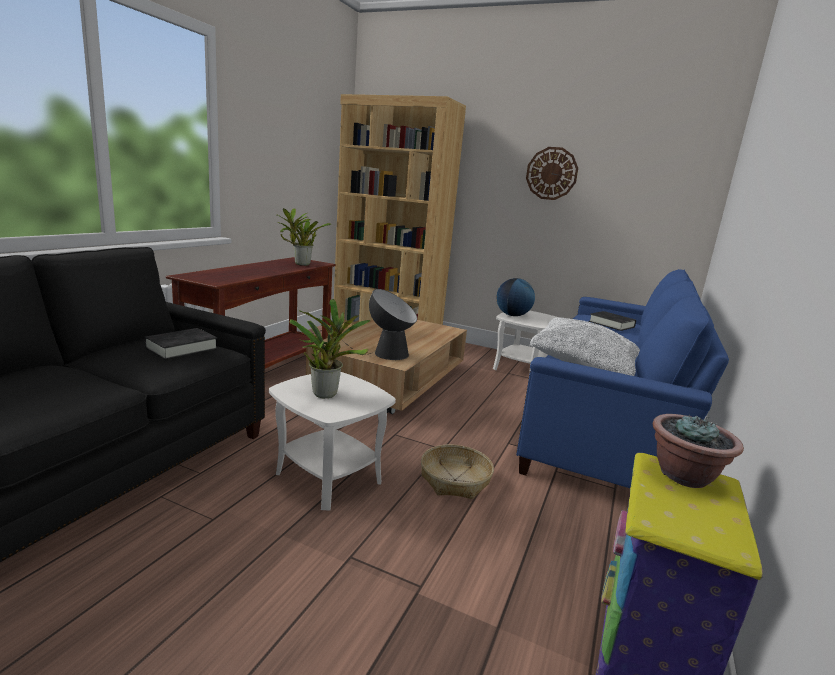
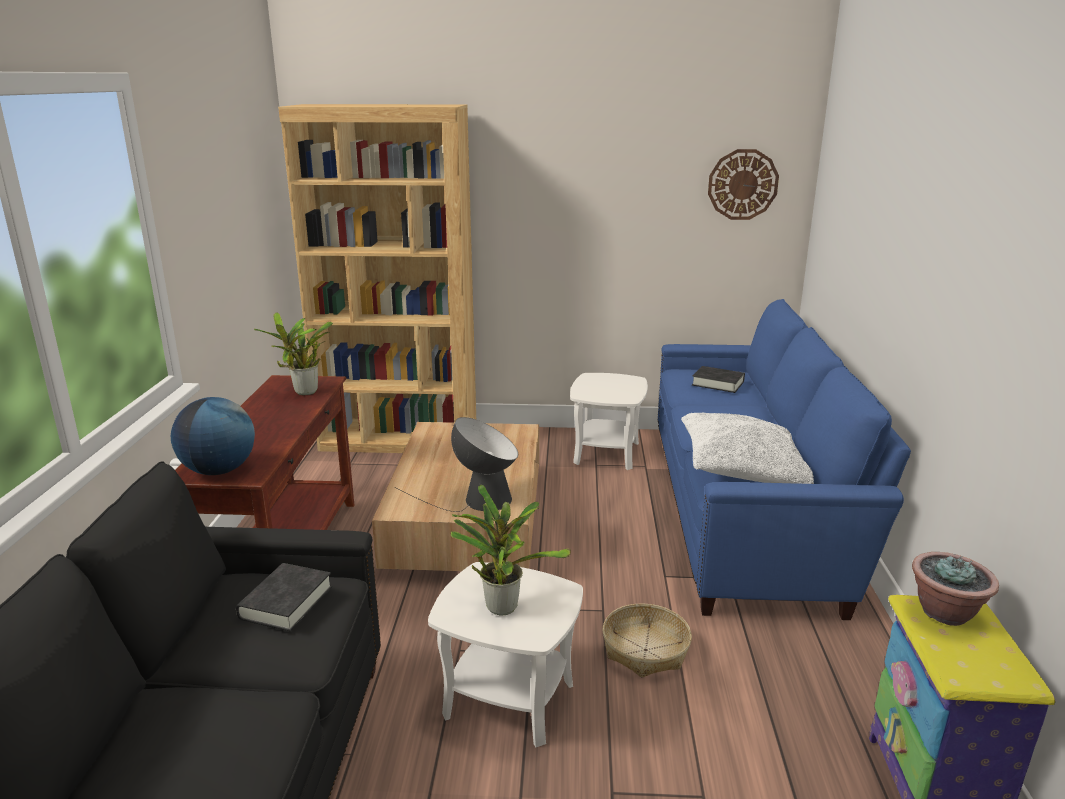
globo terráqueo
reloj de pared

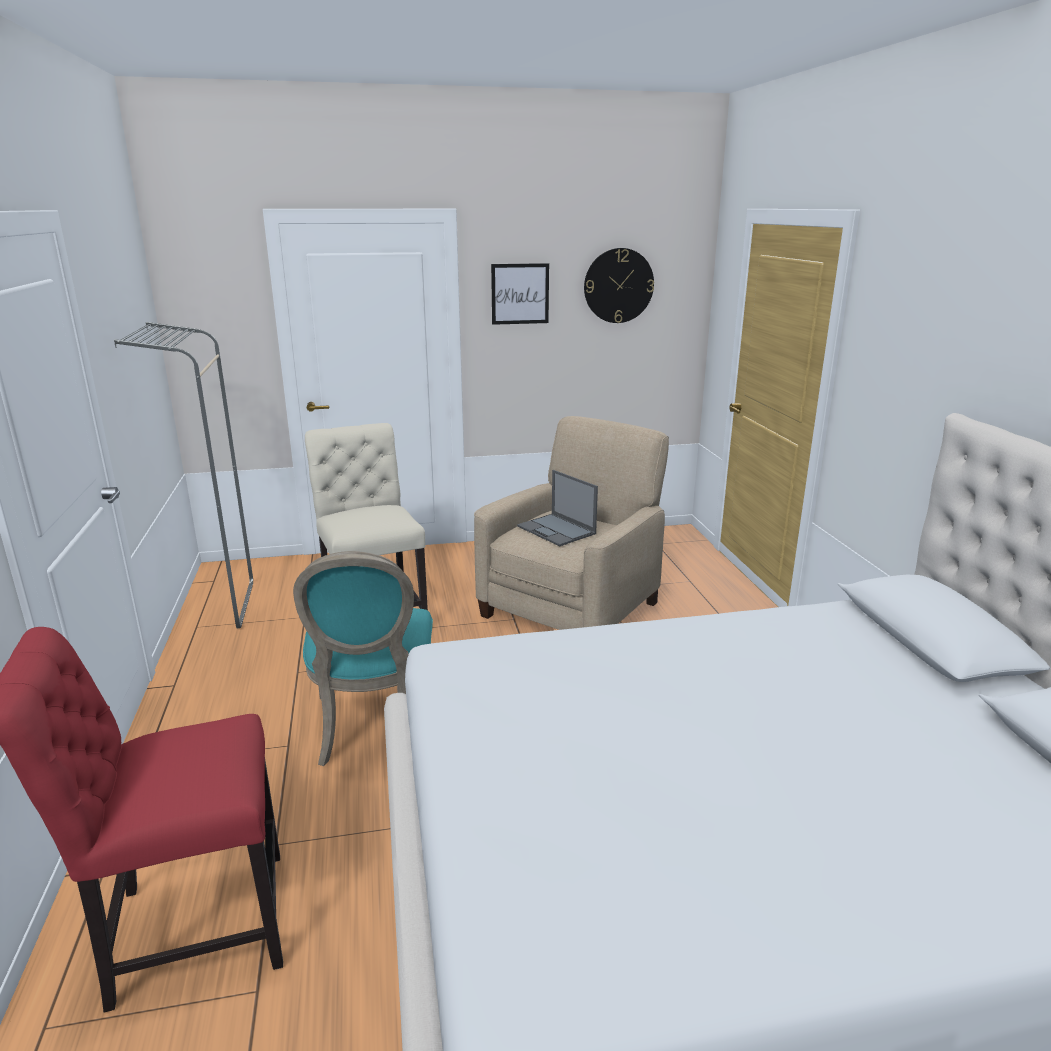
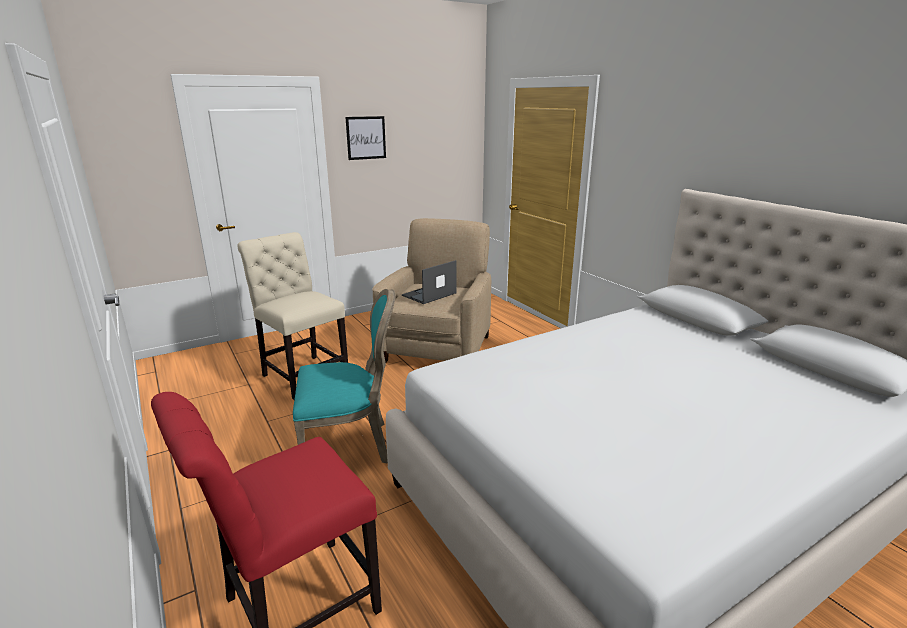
perchero [gris]
reloj de pared
silla [turquesa]
portátil

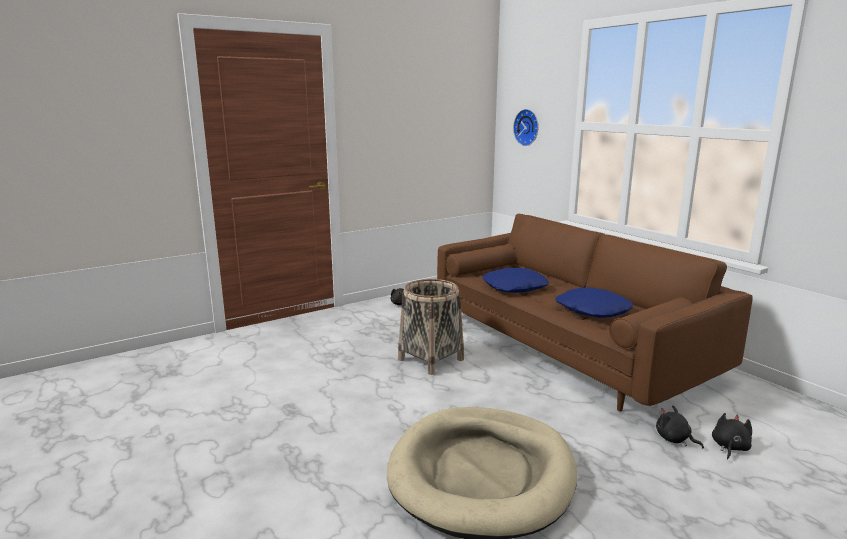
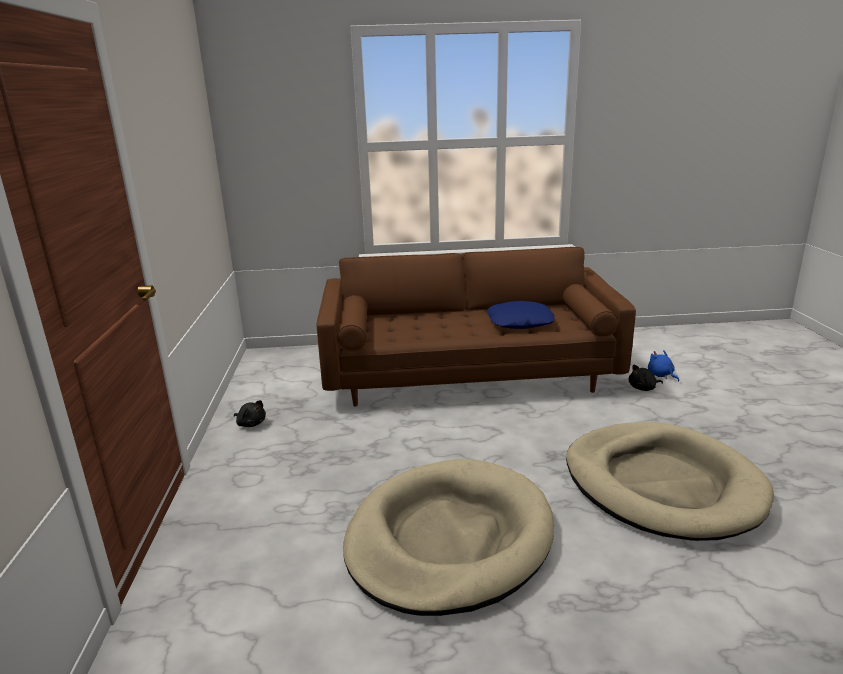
cesta
cojín [azul] (1st from left in the first image)
reloj de pared
cama para perro [beis] (1st from left)
peluche [azul]

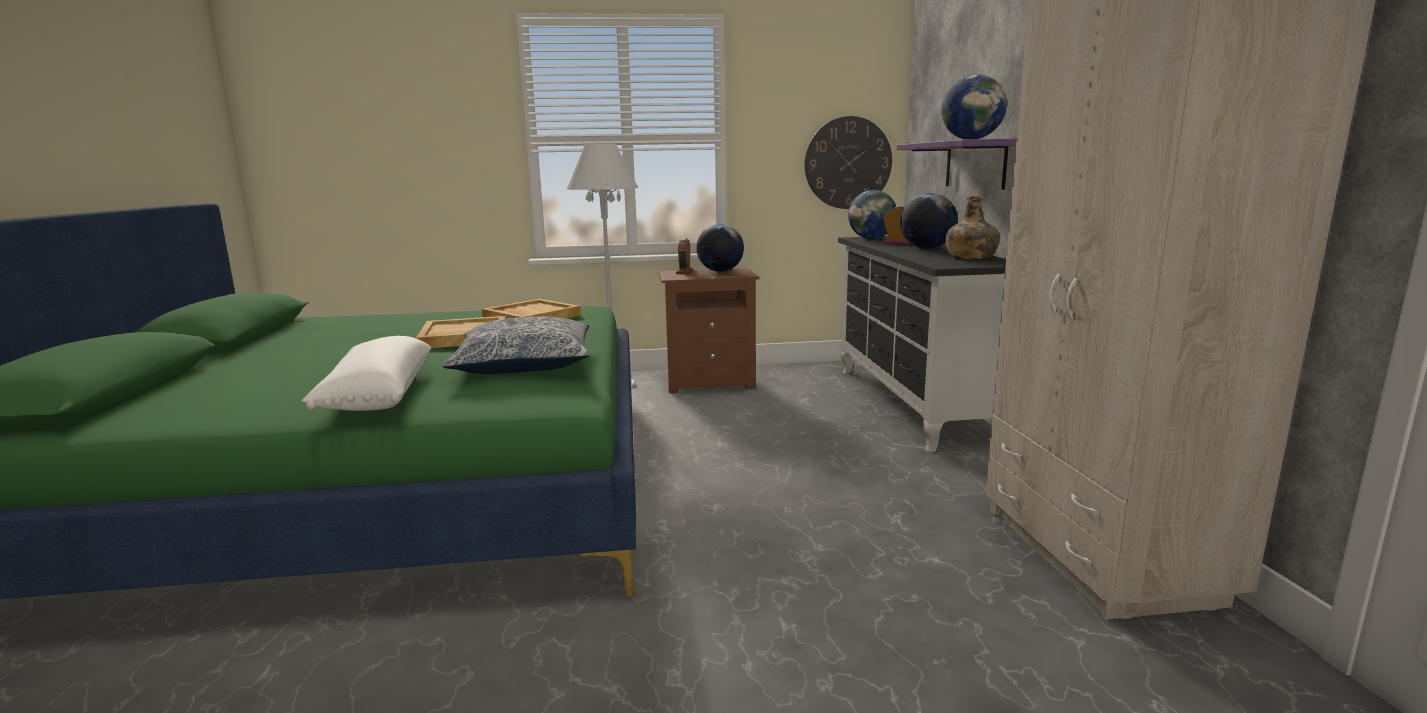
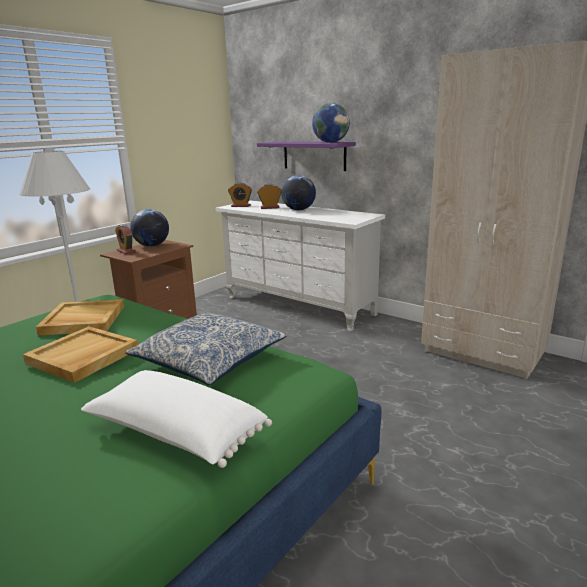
reloj de pared
botella [verde]
despertador (2nd from left)
cómoda [blanco]

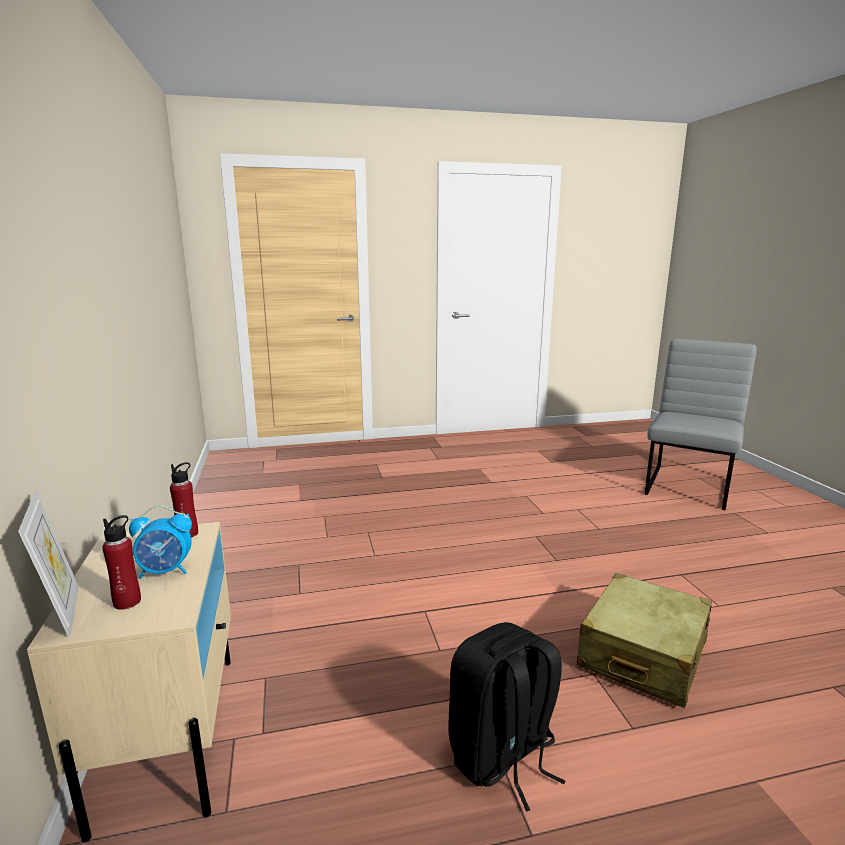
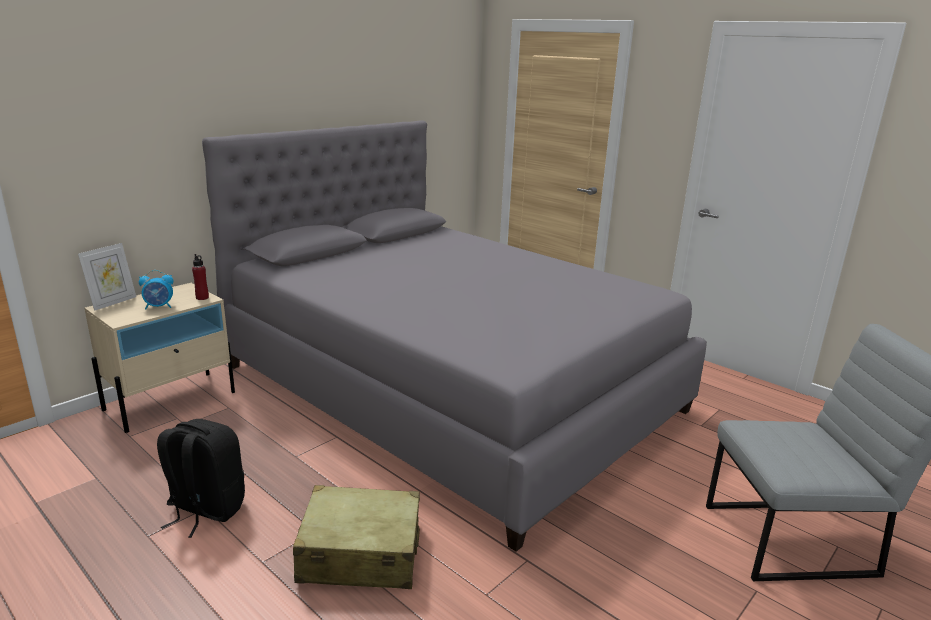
botella [rojo] (1st from left in the first image)
cama [gris]
despertador

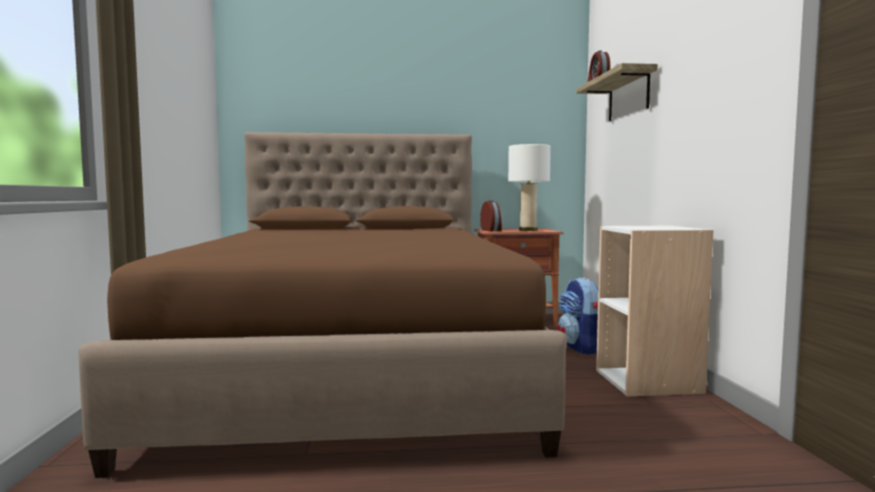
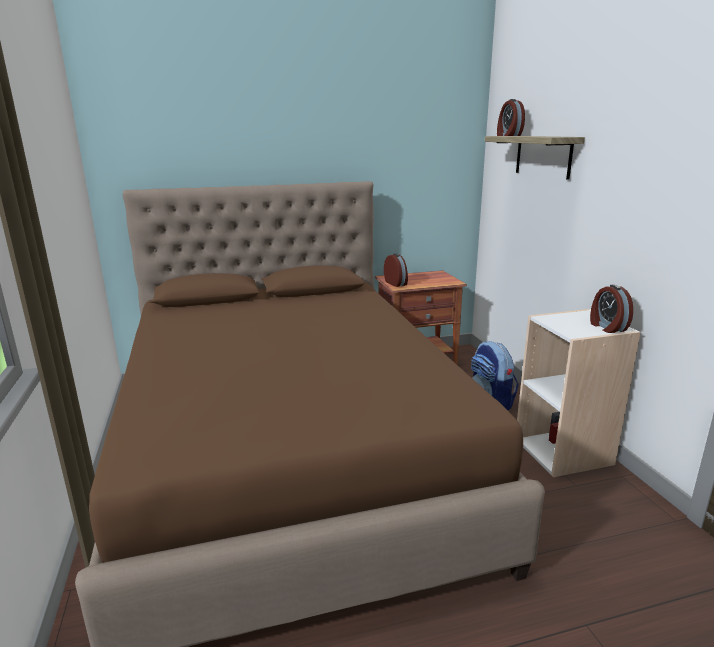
lámpara de mesa [blanco]
despertador (3rd from left)

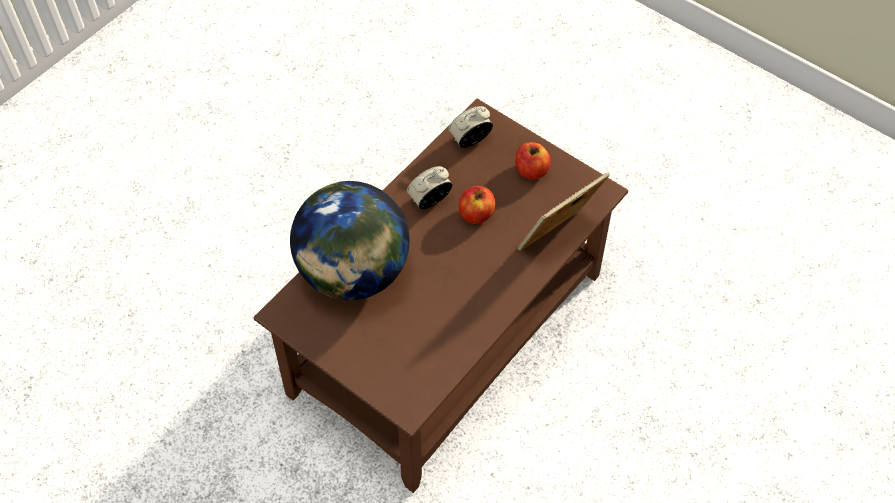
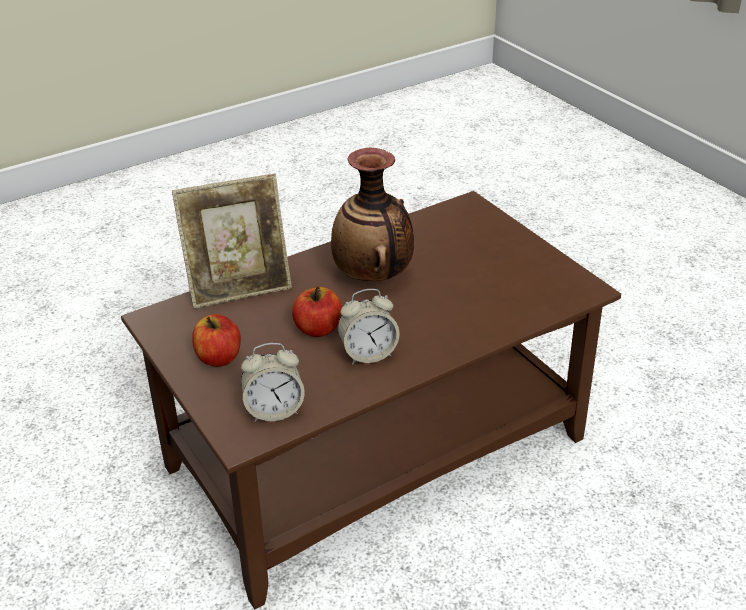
globo terráqueo
florero

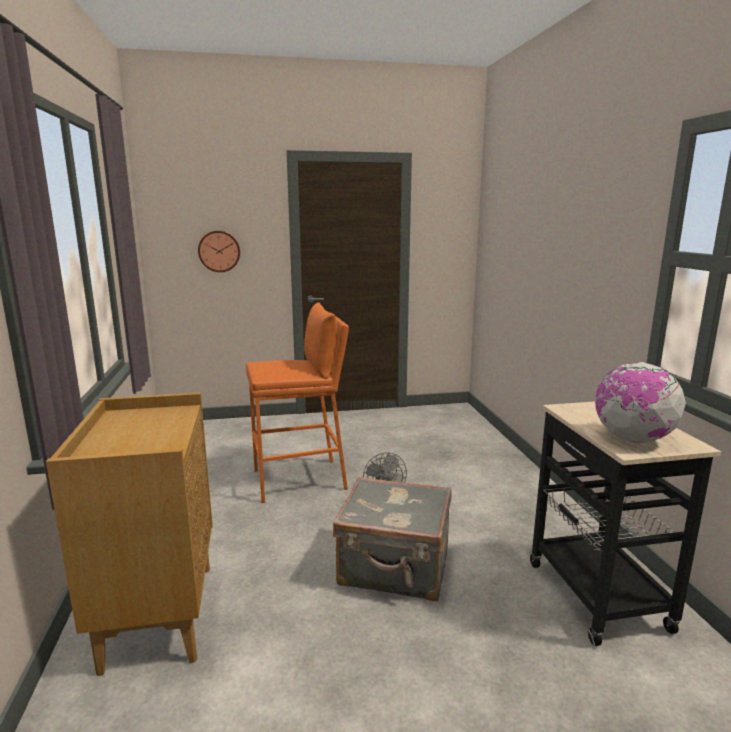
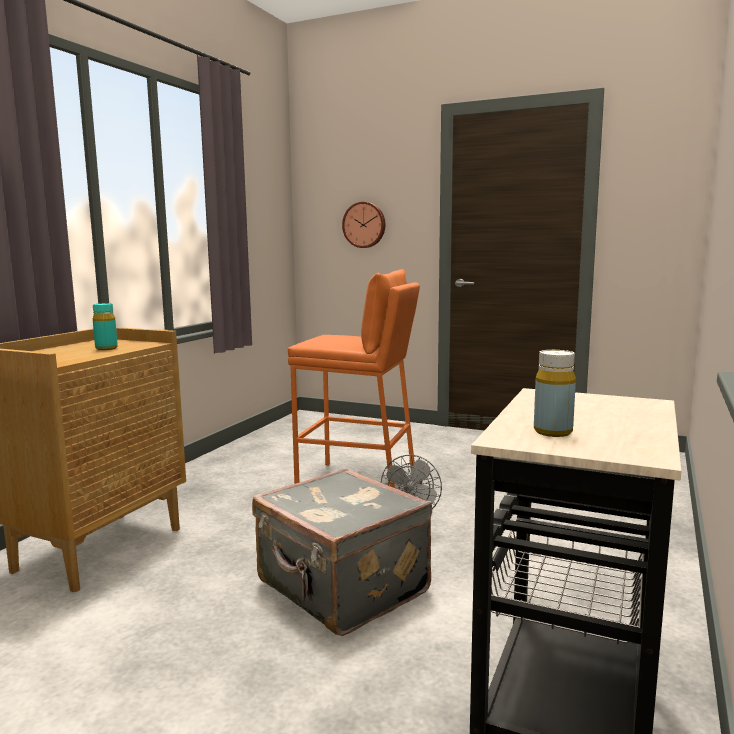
botella [turquesa]
botella [amarillo]

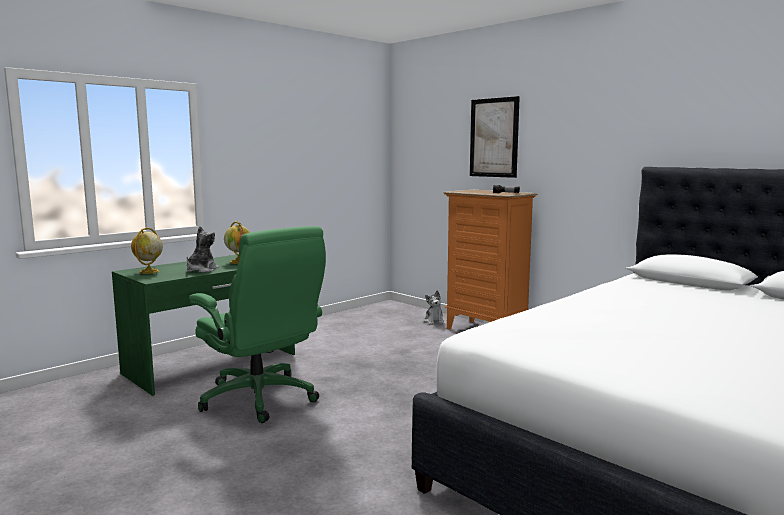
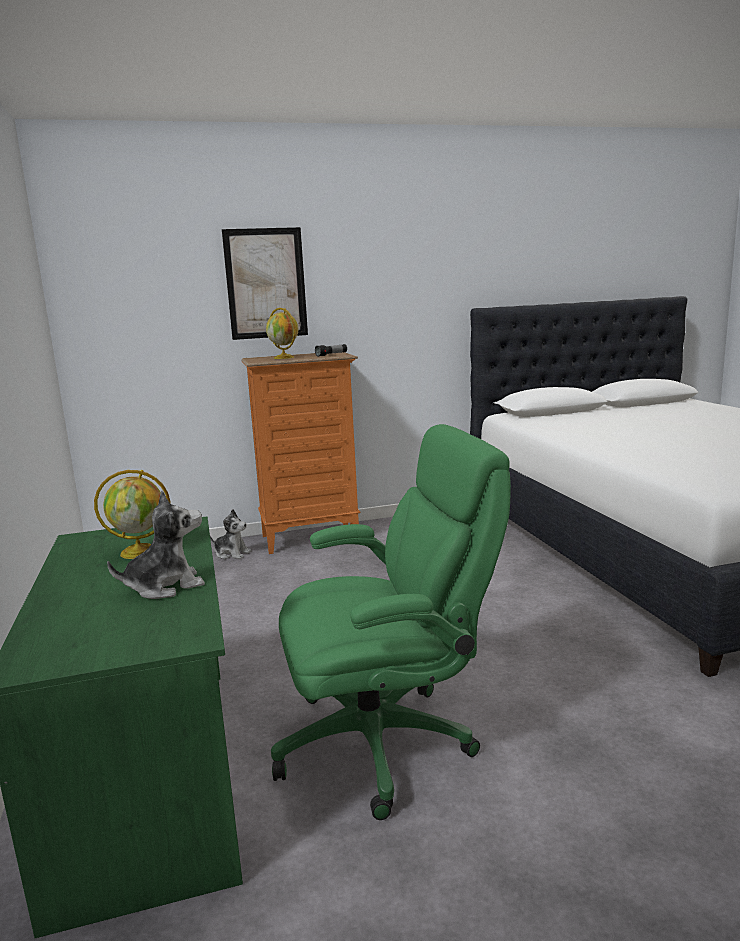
globo terráqueo (2nd from left)
peluche (1st from left)

